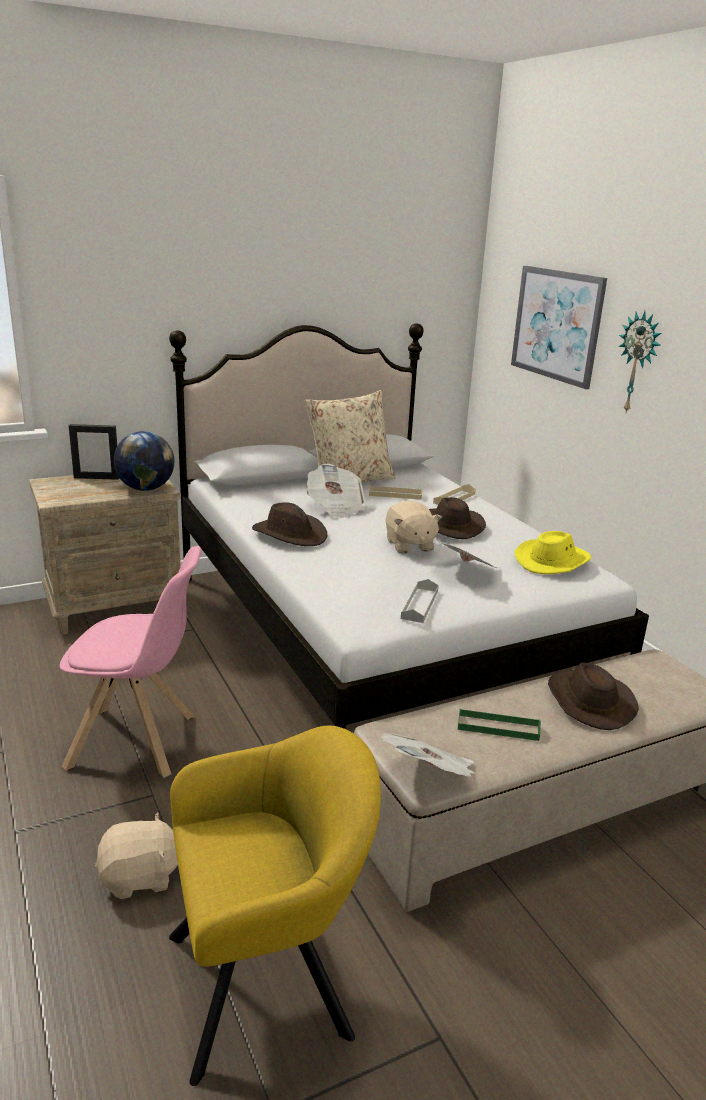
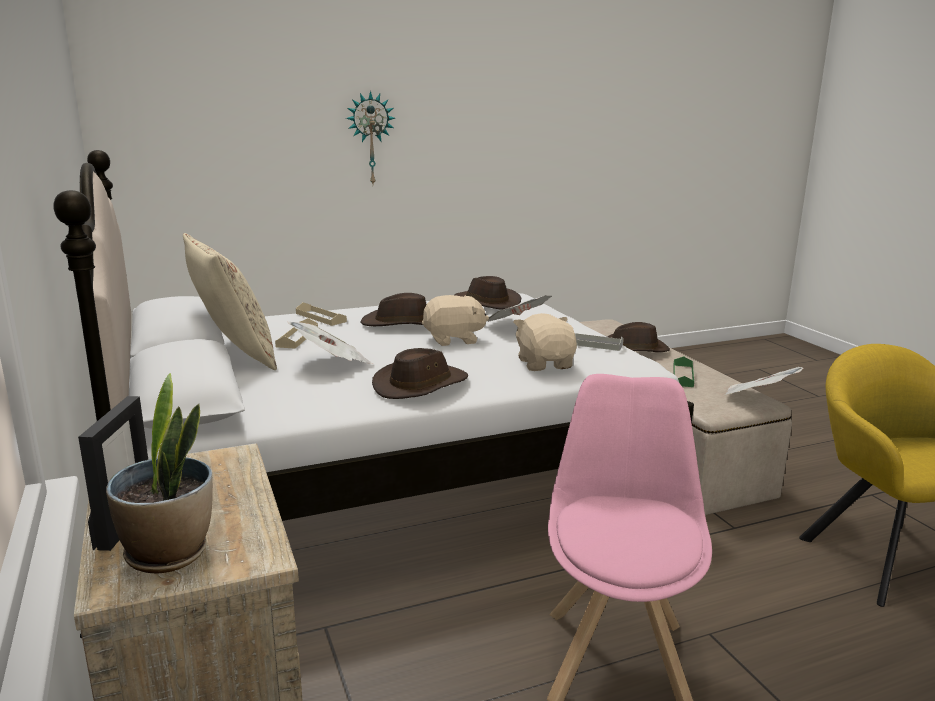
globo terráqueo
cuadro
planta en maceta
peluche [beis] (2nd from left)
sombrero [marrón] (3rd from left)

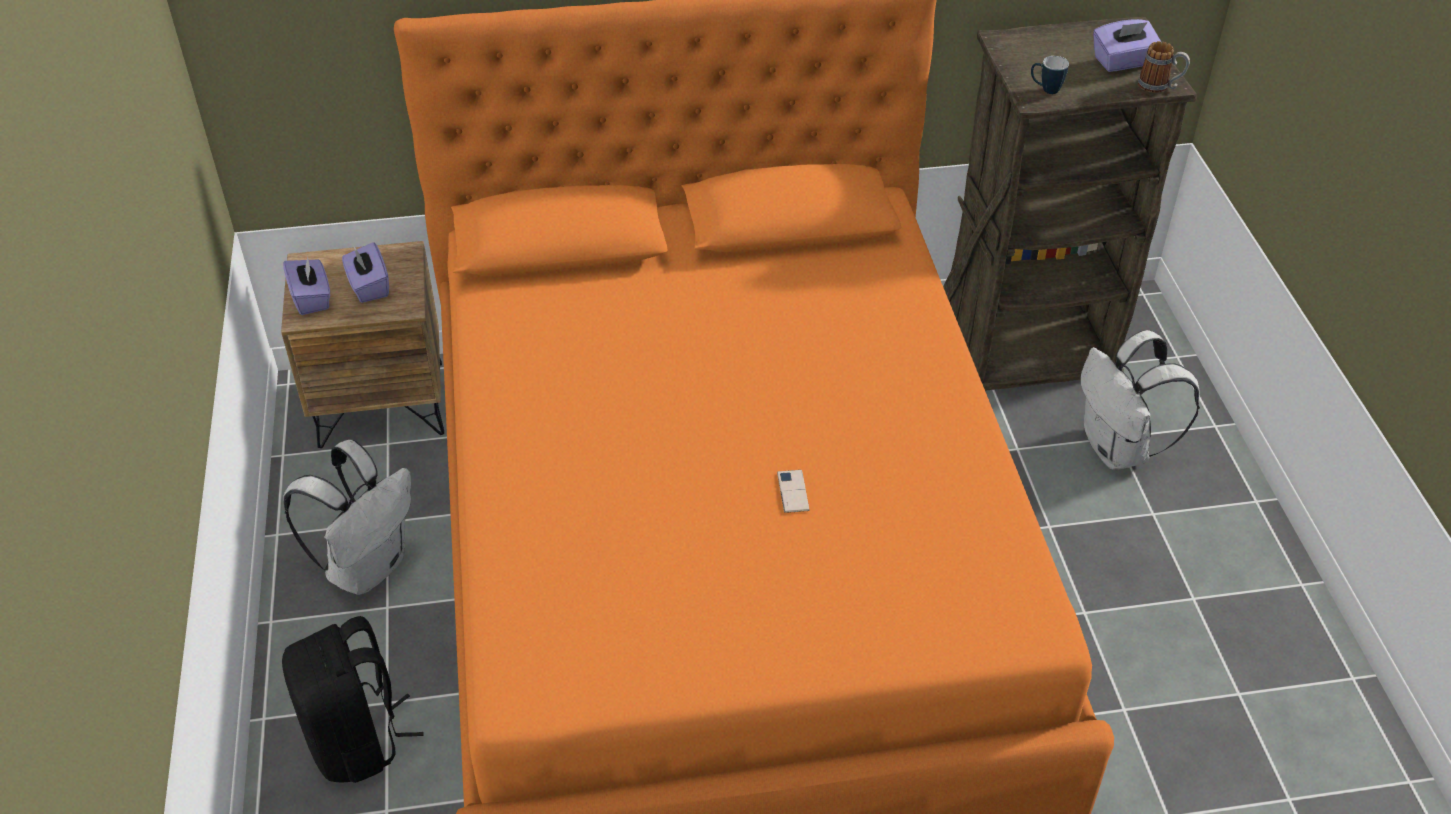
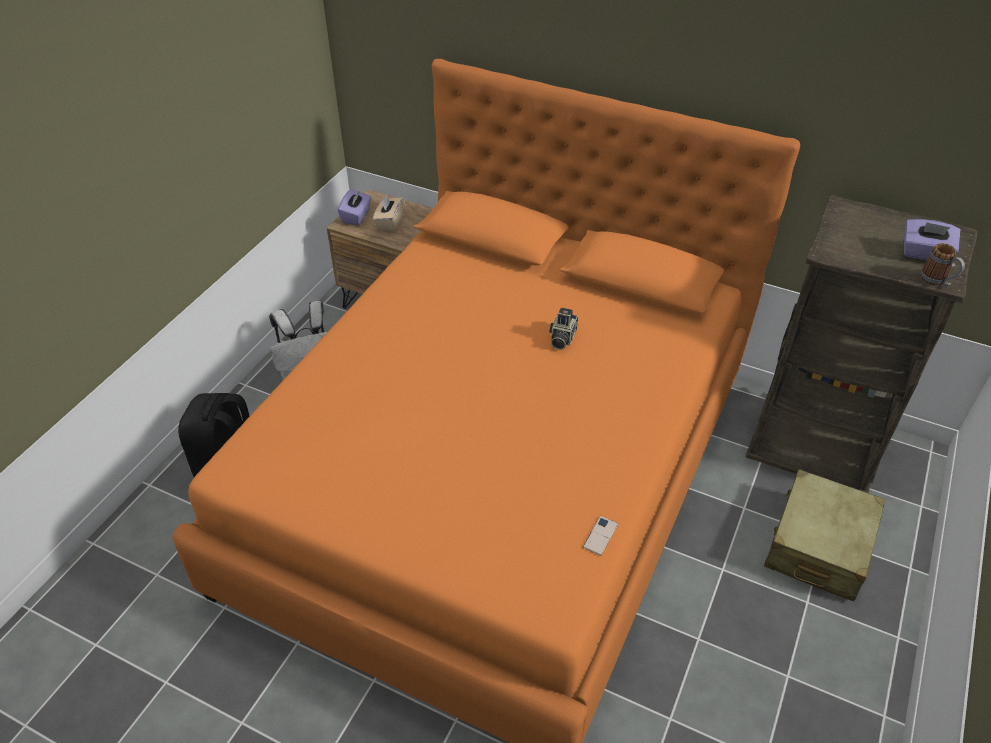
taza grande (1st from left in the first image)
cámara
móvil
maleta [beis]
caja de pañuelos [beis]

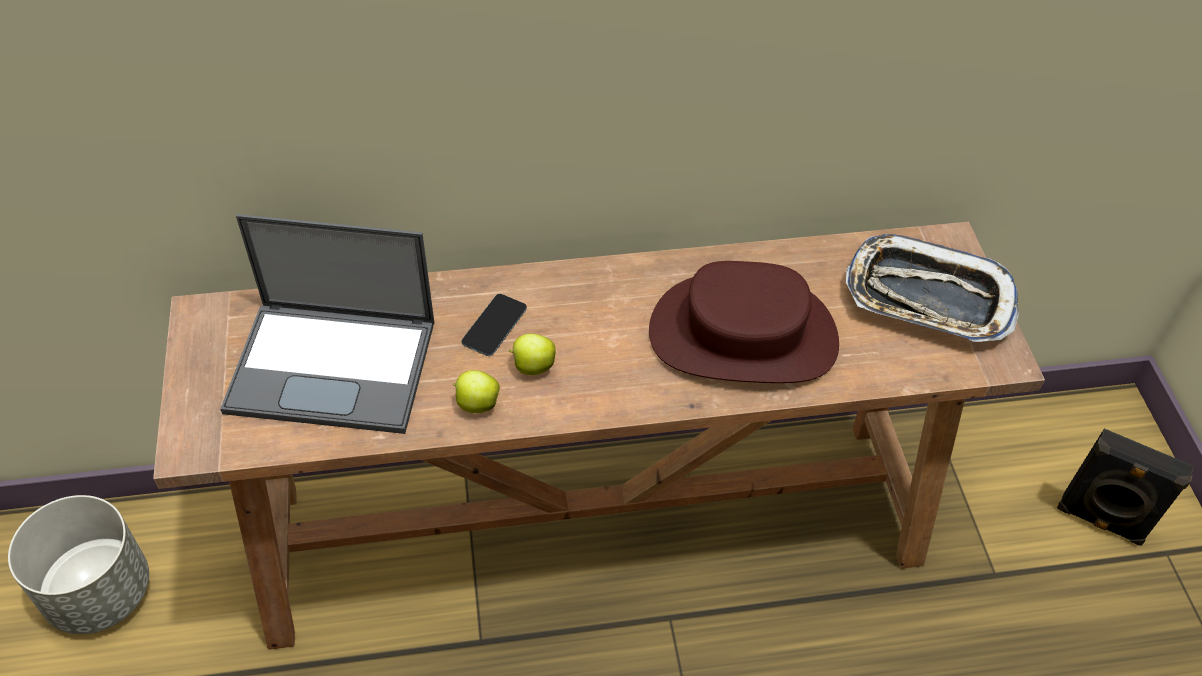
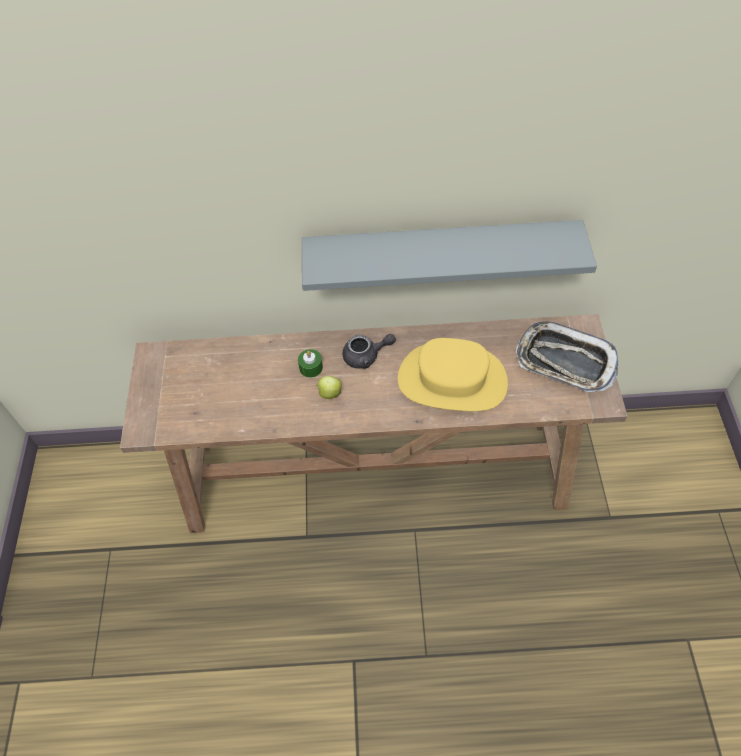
maceta [gris]
portátil
manzana (1st from left in the first image)
altavoz [negro]
estante [gris]
tetera [gris]
vela [verde]
sombrero [amarillo]

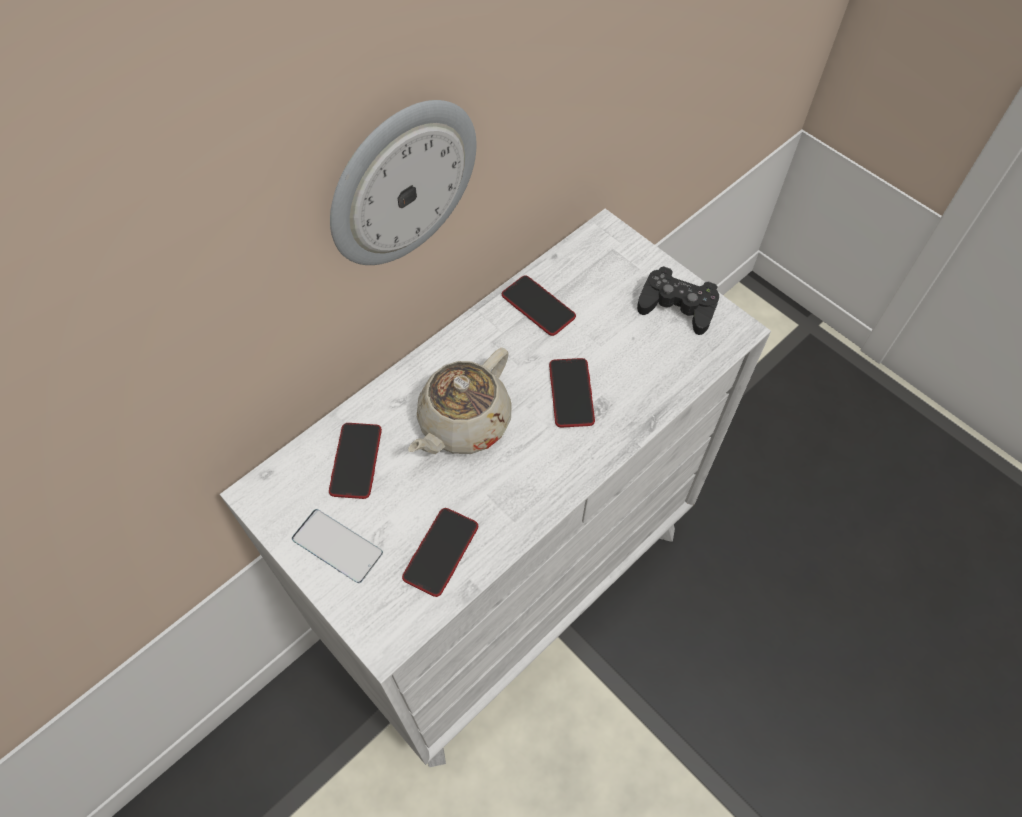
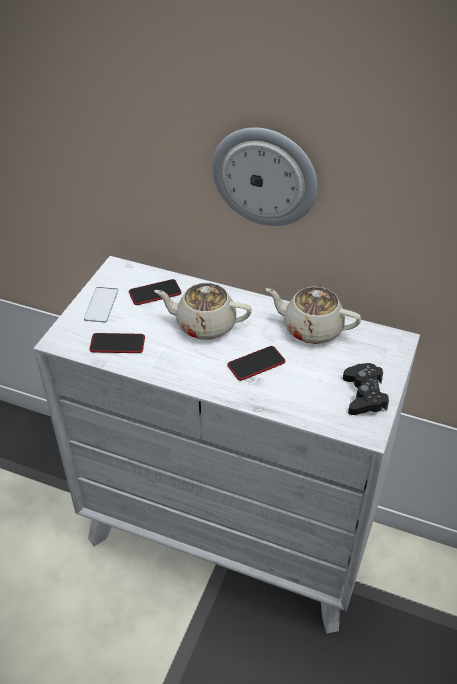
tetera [beis] (2nd from left)

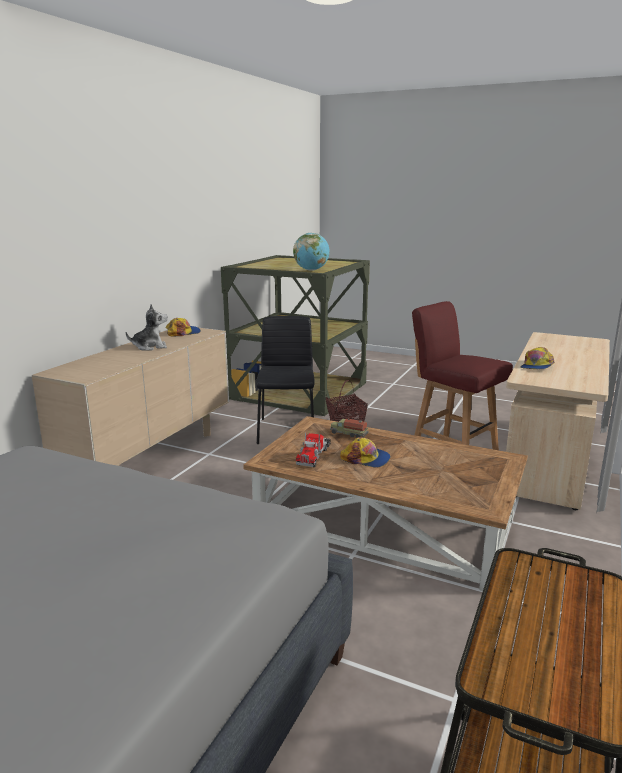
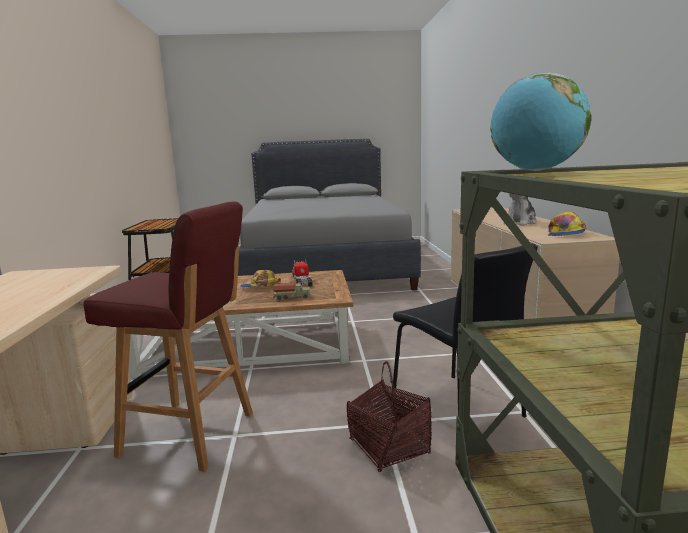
gorra (3rd from left in the first image)

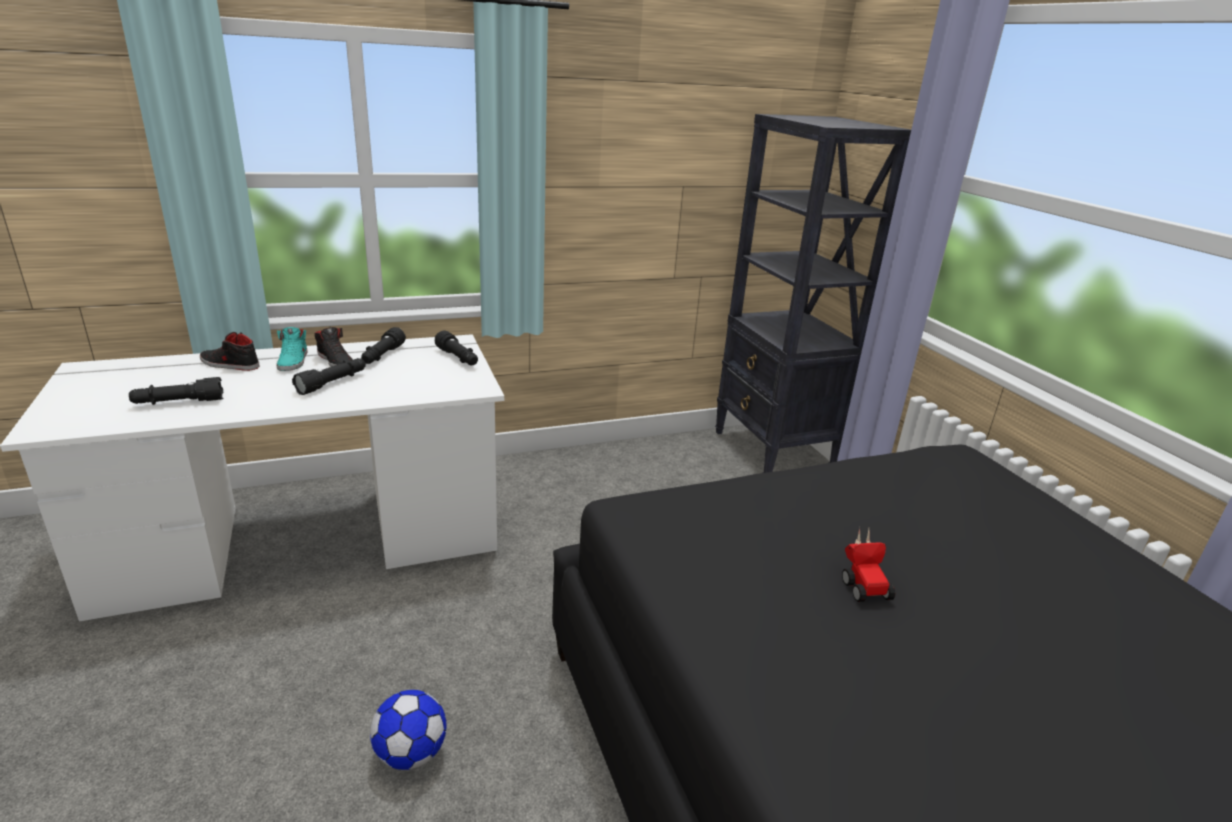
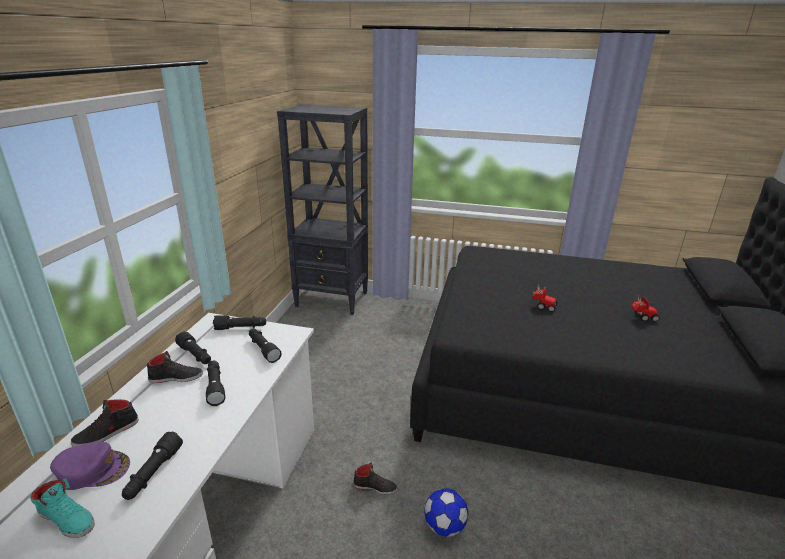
gorra [morado]
linterna [negro] (5th from left)
zapato [negro] (3rd from left)
coche de juguete (2nd from left)
zapato [turquesa]

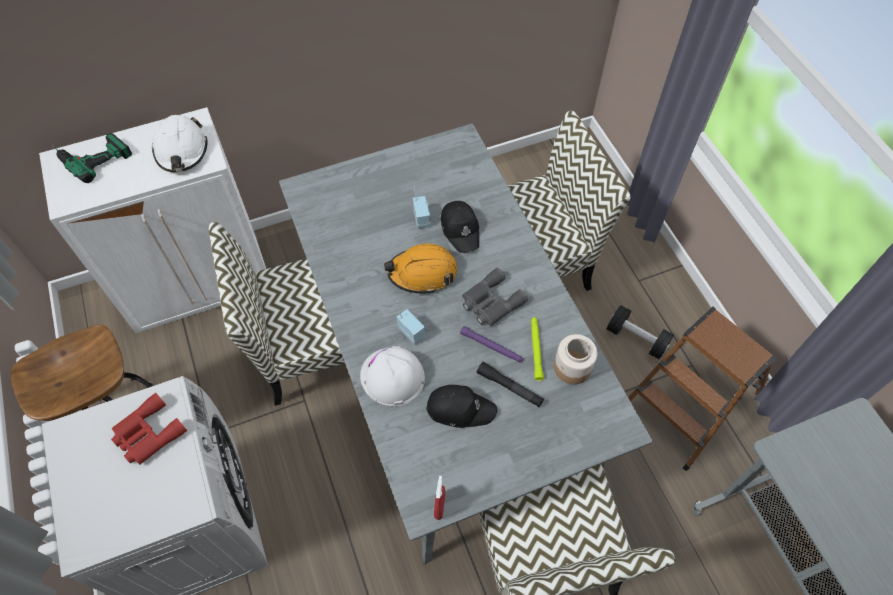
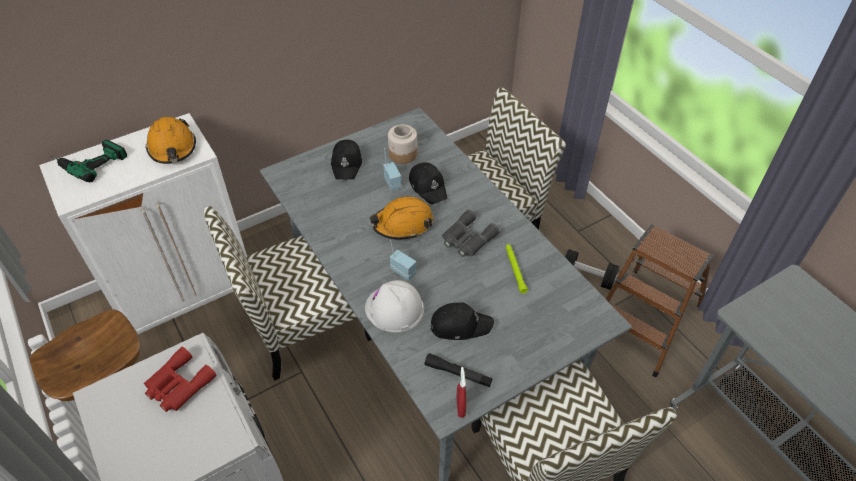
linterna [morado]
gorra [negro] (1st from left)
linterna [negro]
tarro
casco [naranja] (1st from left)

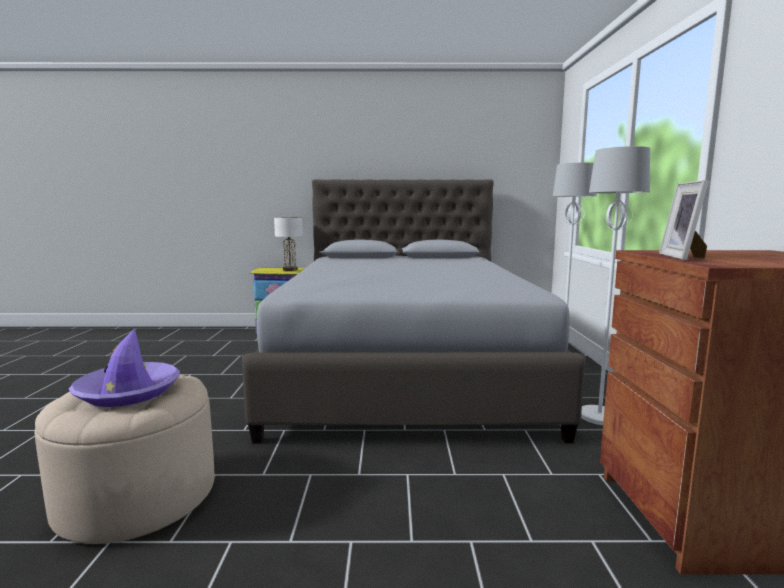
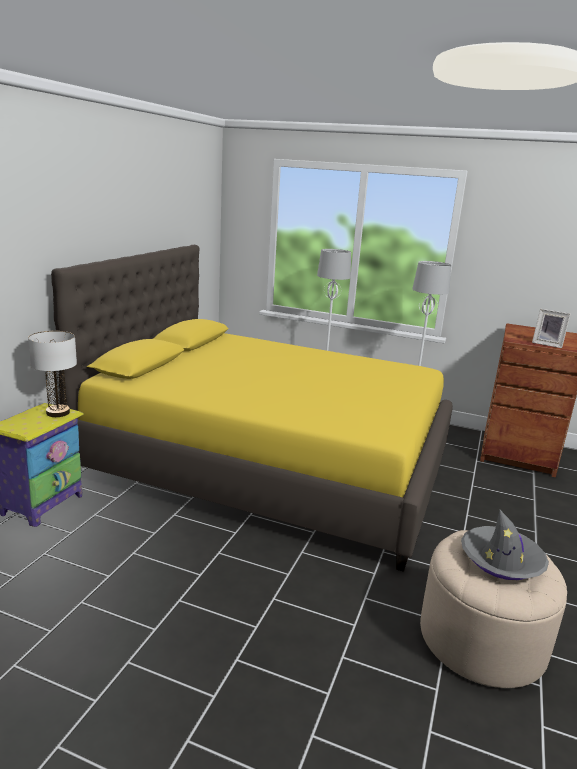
sombrero [gris]
cama [amarillo]

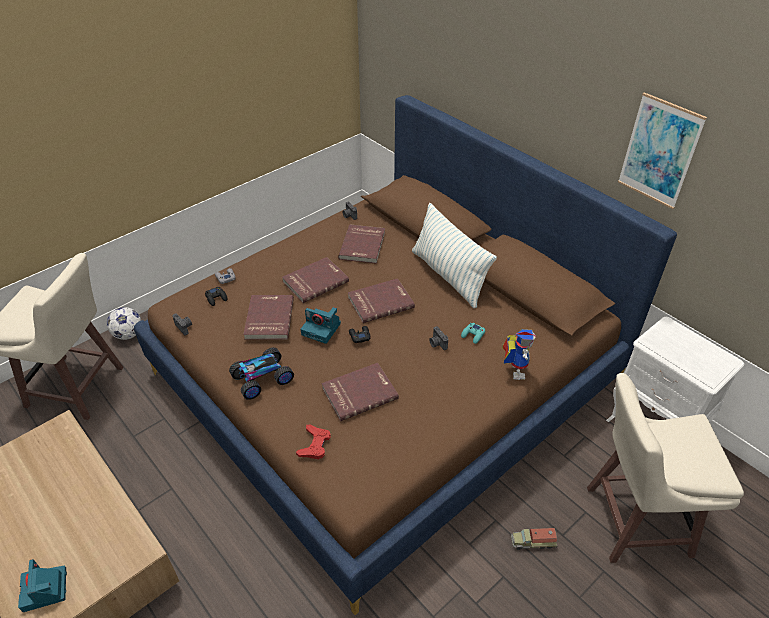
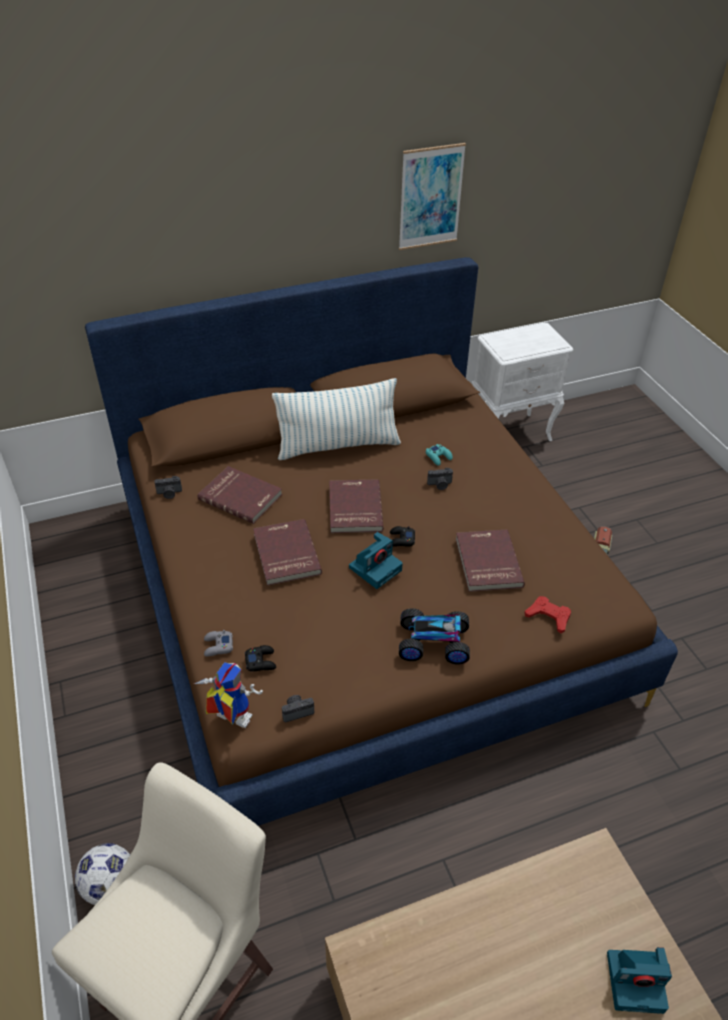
libro [rojo] (1st from left in the first image)
taburete [beis] (2nd from left in the first image)
robot de juguete
coche de juguete

